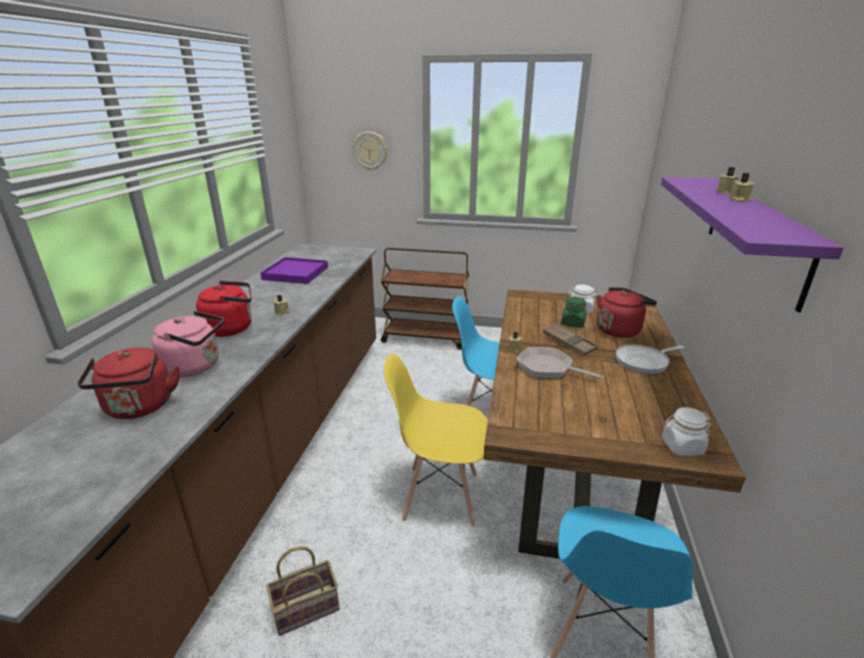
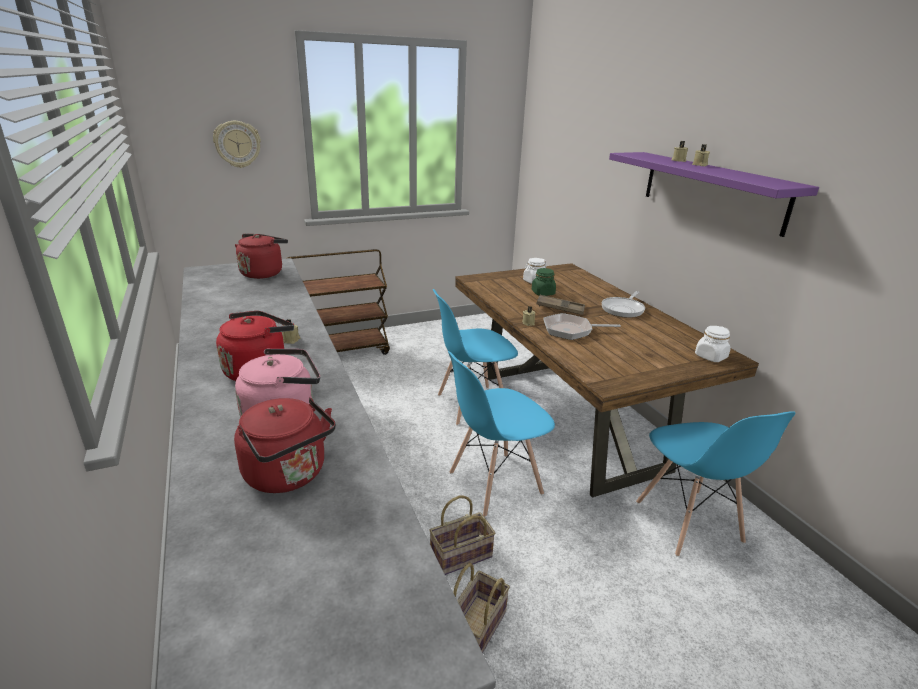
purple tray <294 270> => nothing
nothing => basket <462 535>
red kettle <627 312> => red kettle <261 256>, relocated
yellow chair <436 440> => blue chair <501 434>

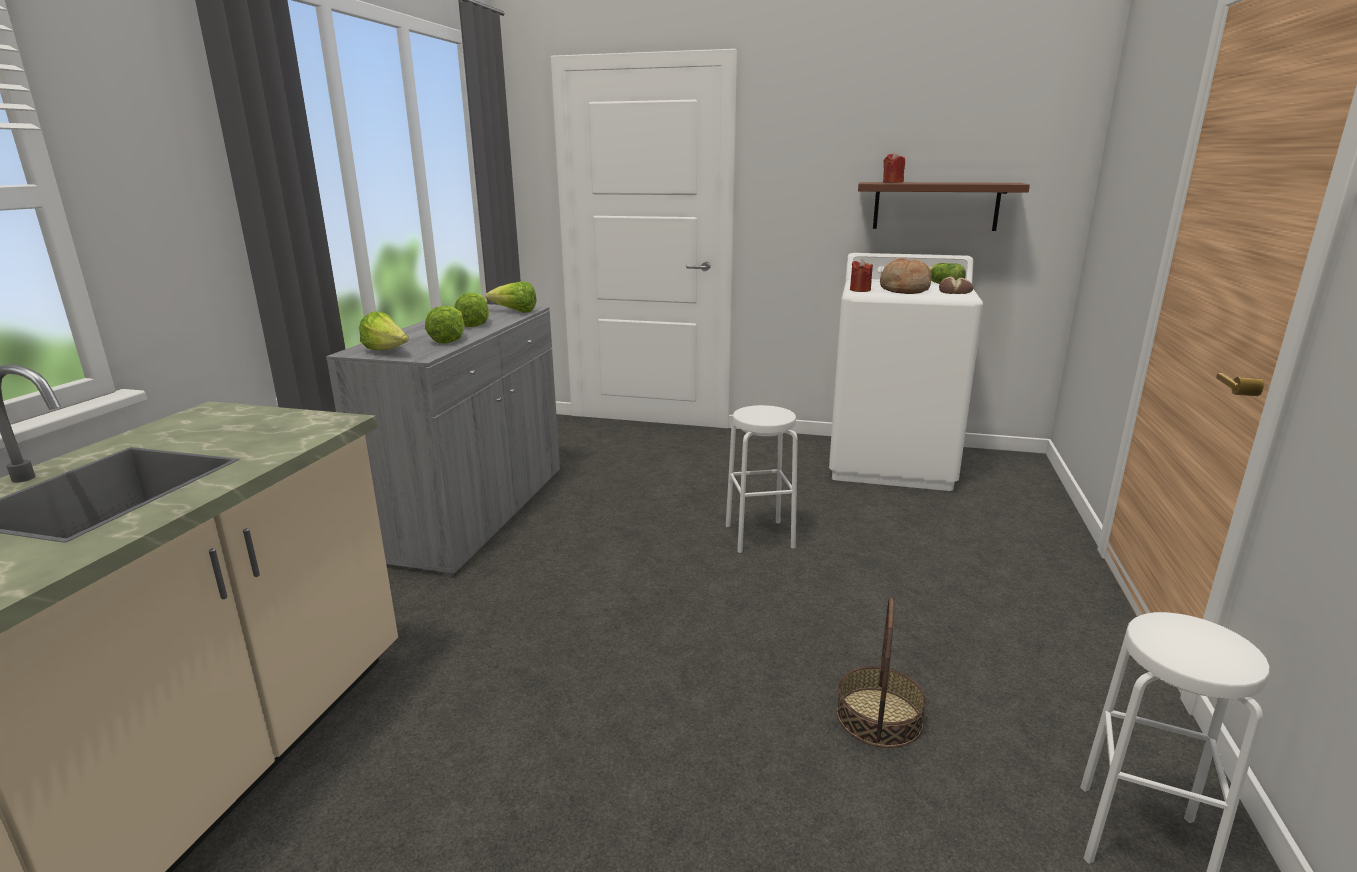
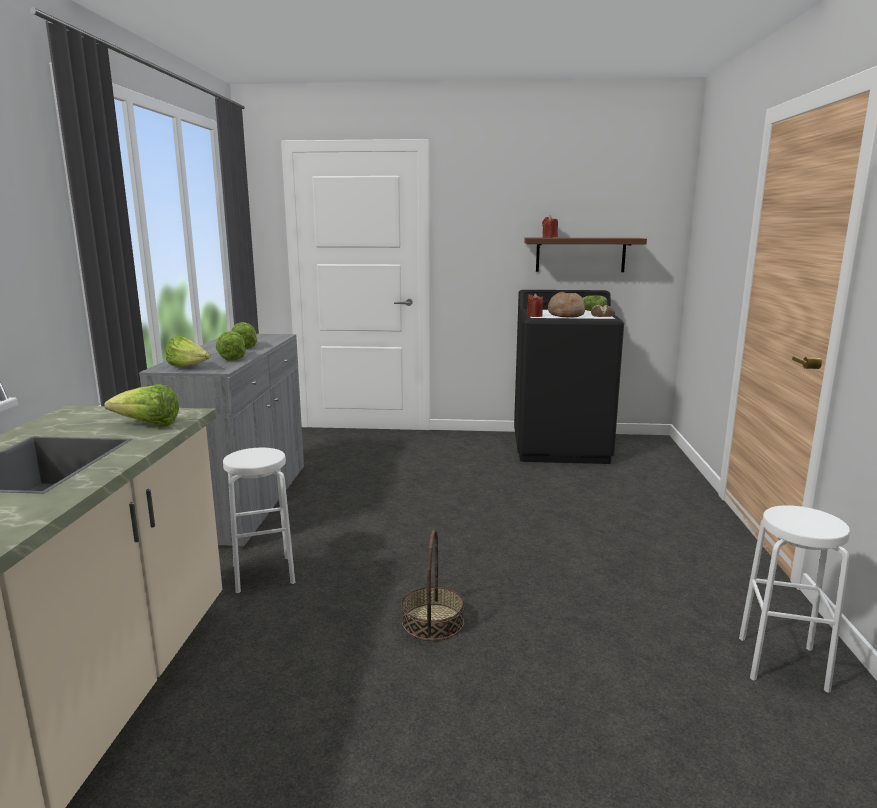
lettuce <511 297> => lettuce <141 405>, relocated
white stool <762 479> => white stool <259 520>, relocated
basket <881 672> => basket <433 585>, relocated
white washing machine <906 372> => black washing machine <569 377>

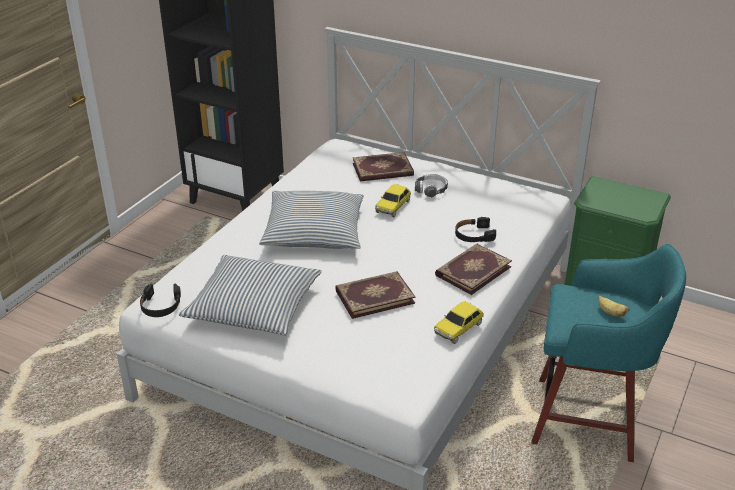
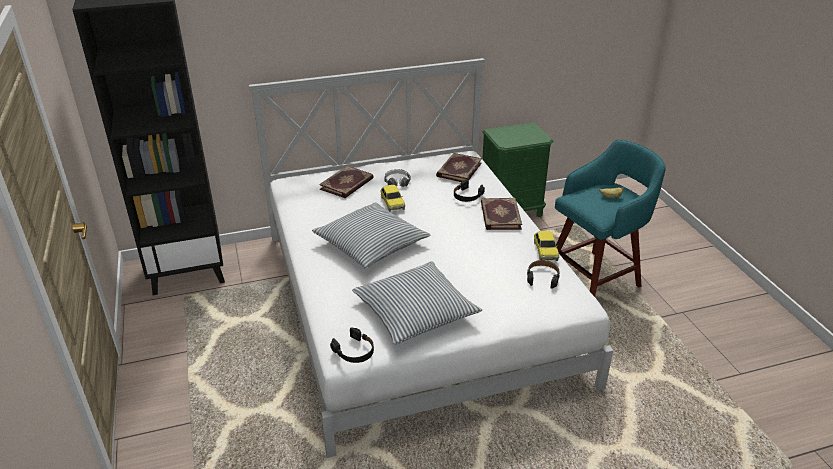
nothing => black headphones <543 274>
book <375 295> => book <459 167>, relocated

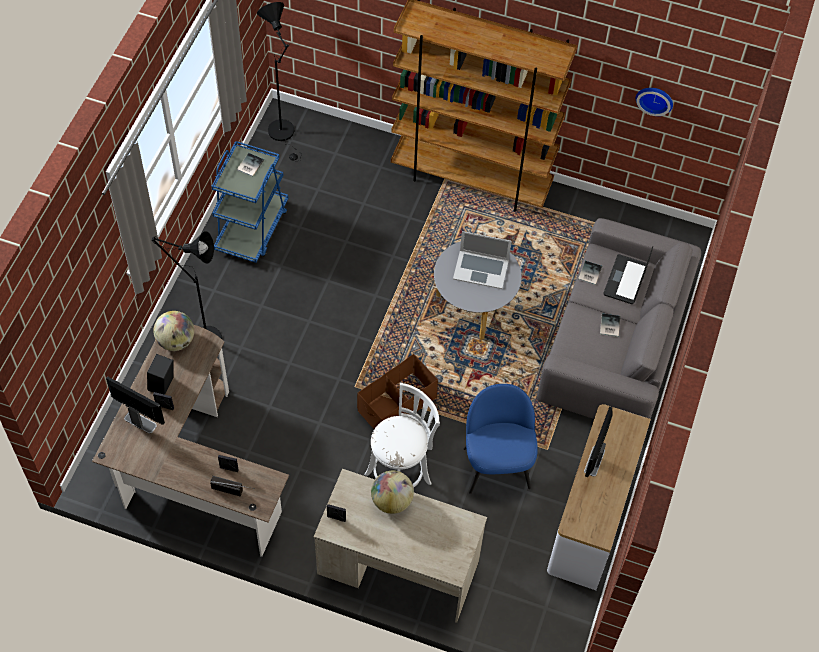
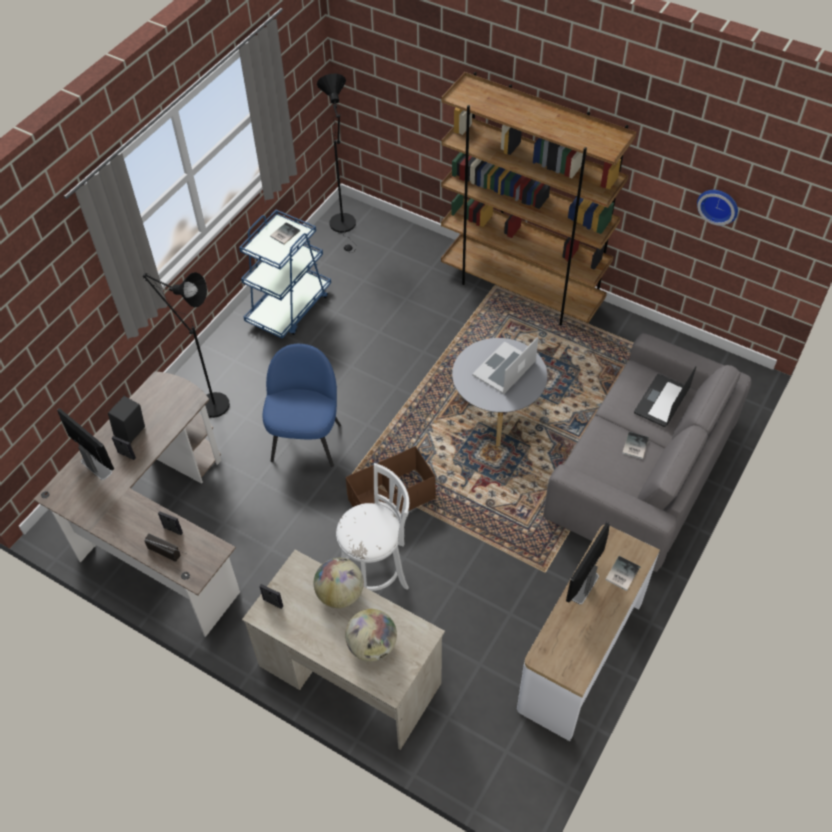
globe <173 331> => globe <371 635>, relocated
blue chair <501 439> => blue chair <302 405>, relocated
book <590 273> => book <622 573>, relocated
laptop <482 260> => laptop <505 365>, 105 degrees clockwise

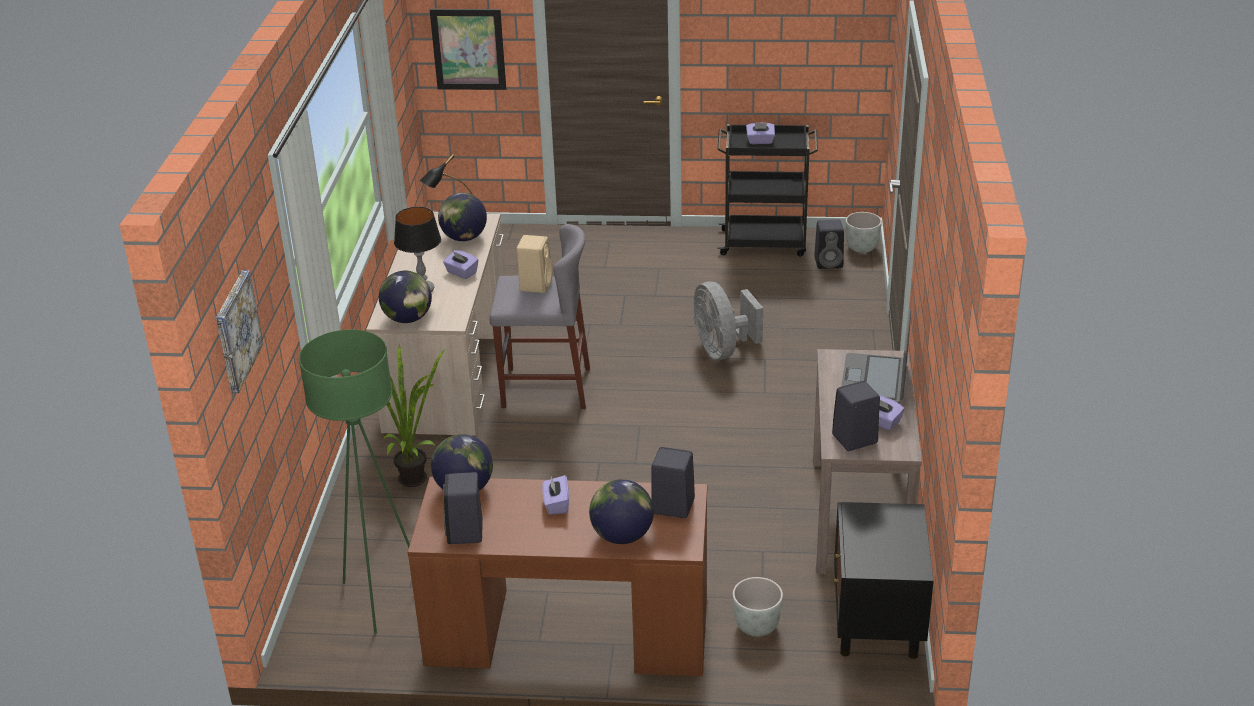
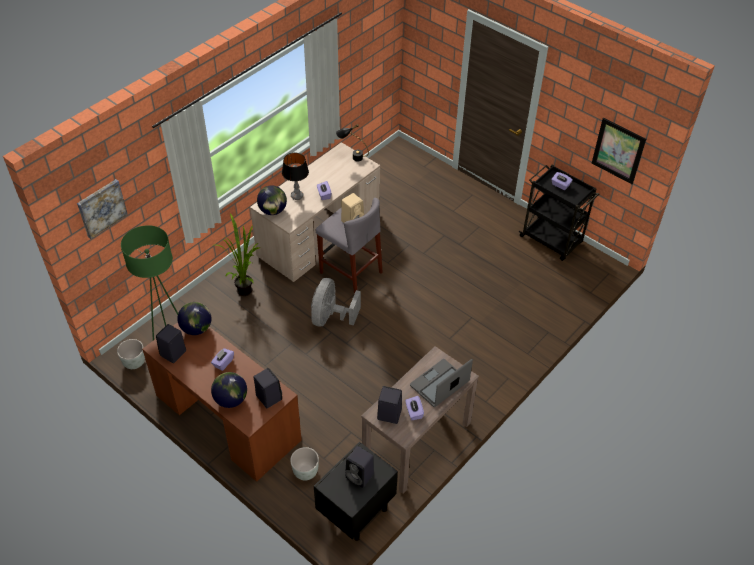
globe <462 217> => nothing
picture <468 49> => picture <619 151>, relocated
grey fan <728 320> => grey fan <336 302>, relocated
black speaker <829 244> => black speaker <359 467>, relocated
grey planter <864 232> => grey planter <131 354>, relocated

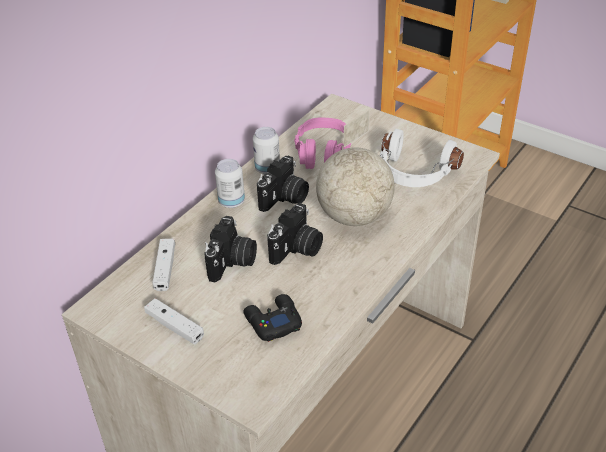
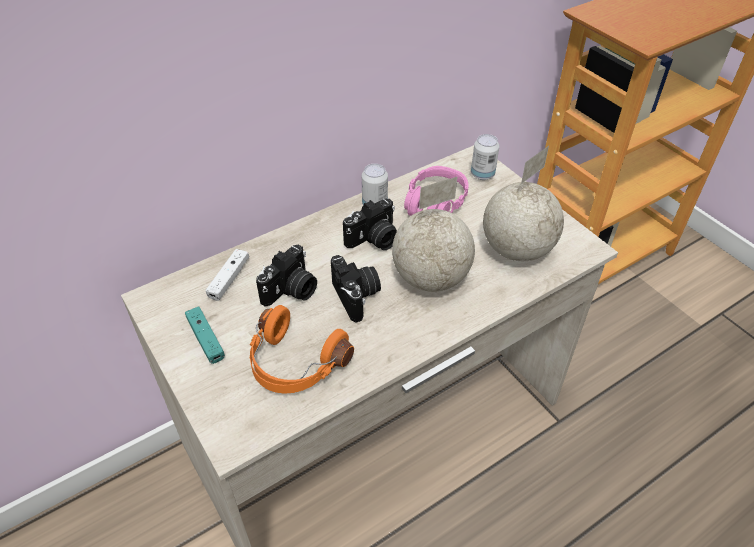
can <230 183> => can <485 157>, relocated
black game controller <272 318> => orange headphones <302 349>
white headphones <422 158> => globe <523 203>
white game controller <174 321> => turquoise game controller <205 335>
photo camera <295 234> => photo camera <356 288>, 75 degrees counterclockwise

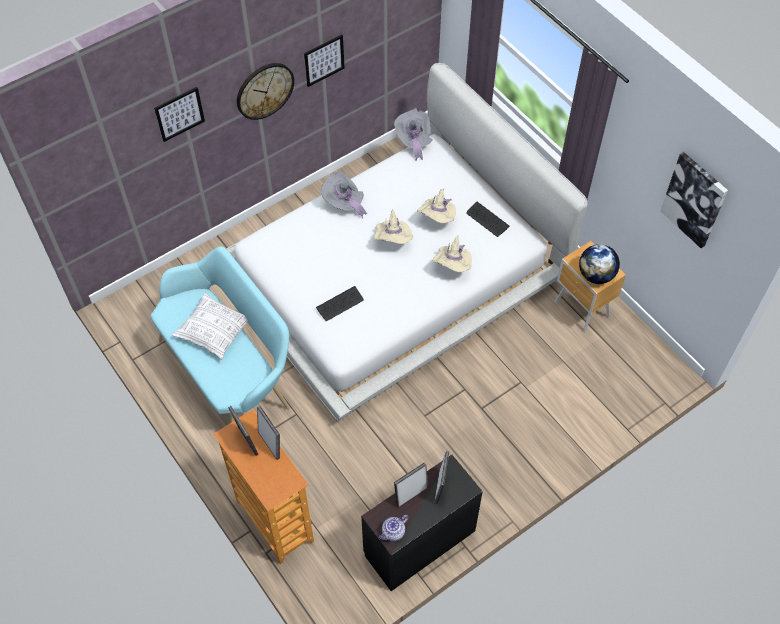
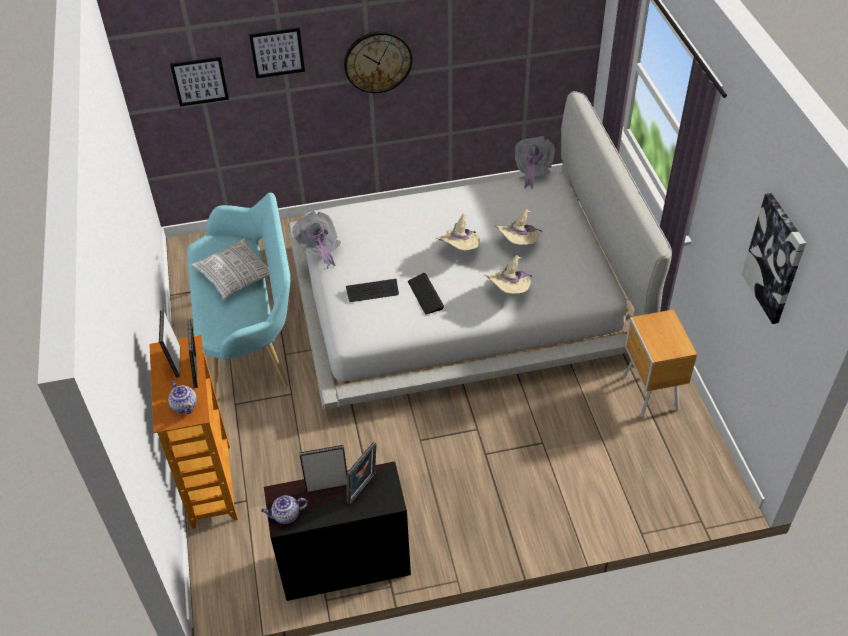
globe <599 264> => nothing
nothing => teapot <182 397>
picture <324 60> => picture <199 82>, relocated
grey hat <344 195> => grey hat <316 240>, relocated
keyboard <487 219> => keyboard <426 293>, relocated

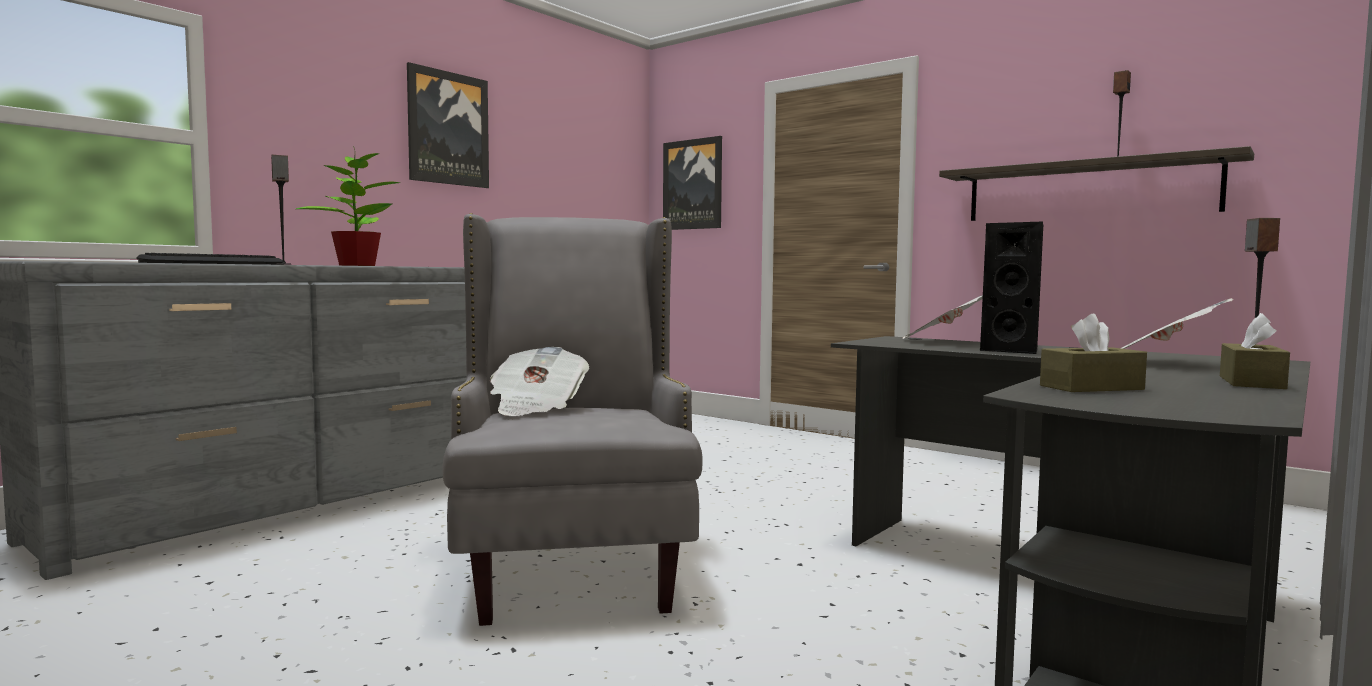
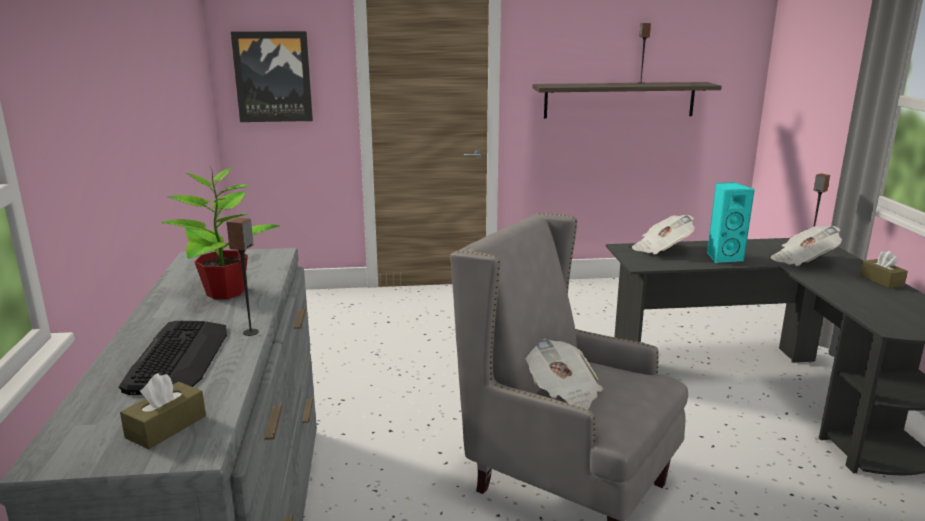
picture <448 125> => nothing
brown tissue box <1093 352> => brown tissue box <163 411>, relocated
black speaker <1011 288> => turquoise speaker <731 222>

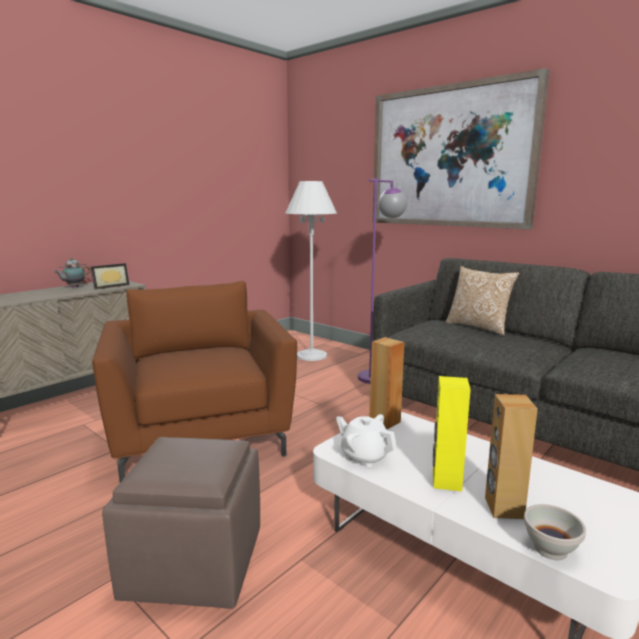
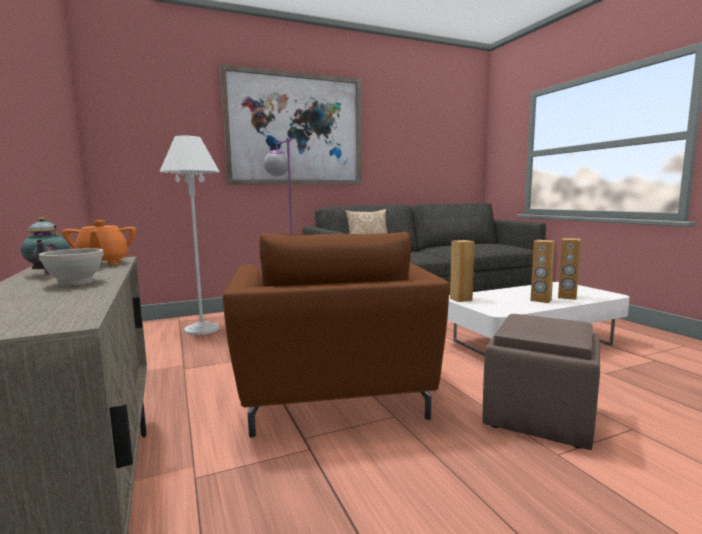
white teapot <366 440> => nothing
white bowl <555 532> => white bowl <71 267>, relocated
picture frame <110 276> => orange teapot <99 242>
yellow speaker <452 433> => brown speaker <542 271>
brown armchair <194 382> => brown armchair <336 335>, 105 degrees counterclockwise

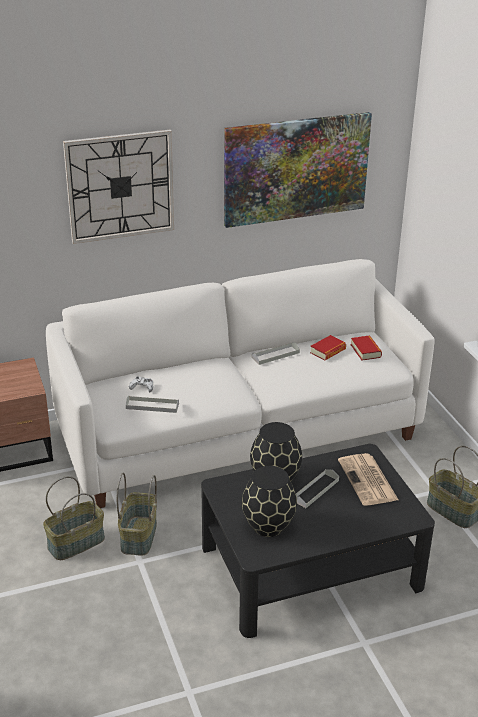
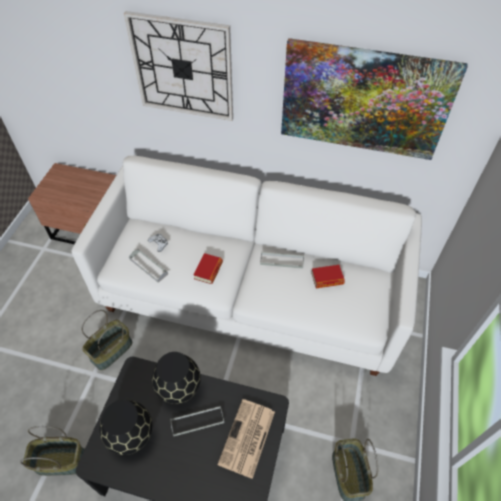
basket <74 518> => basket <52 451>, relocated
book <366 348> => book <208 268>, relocated

